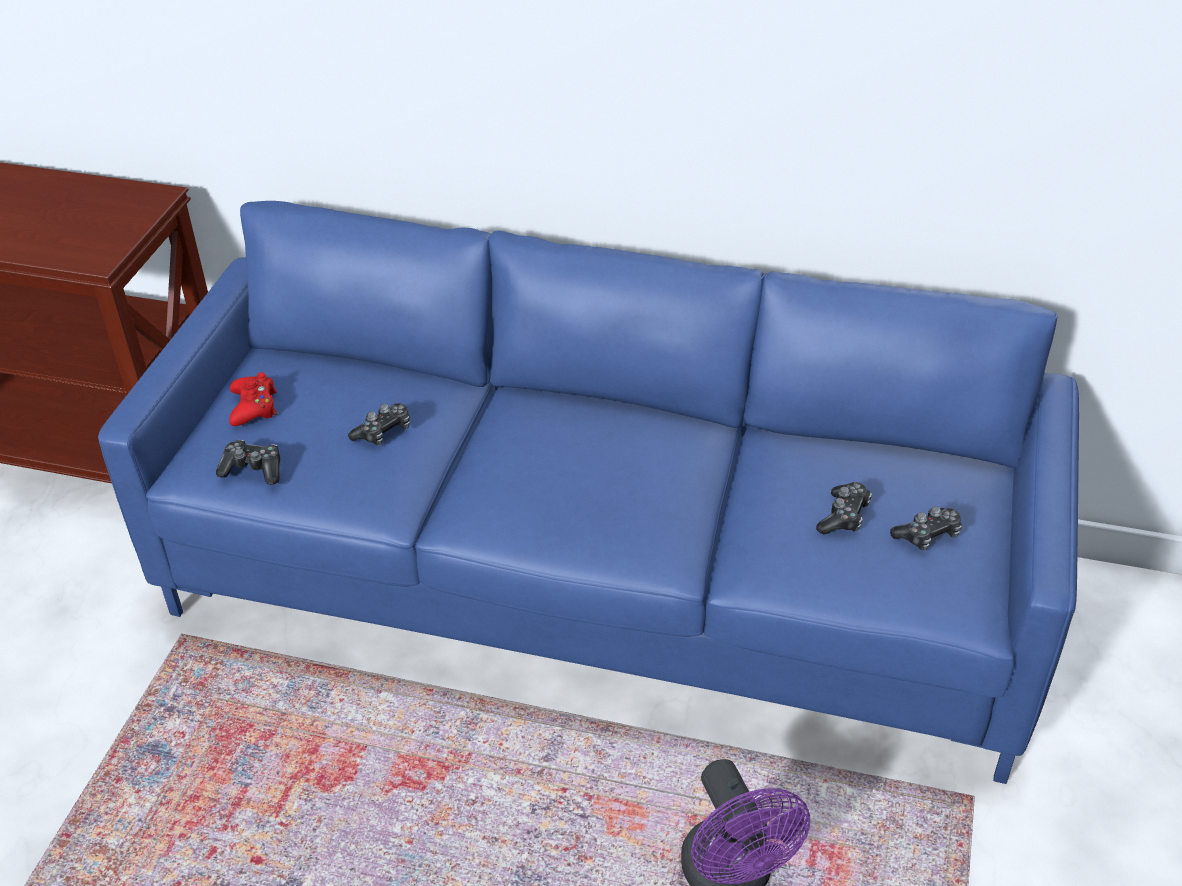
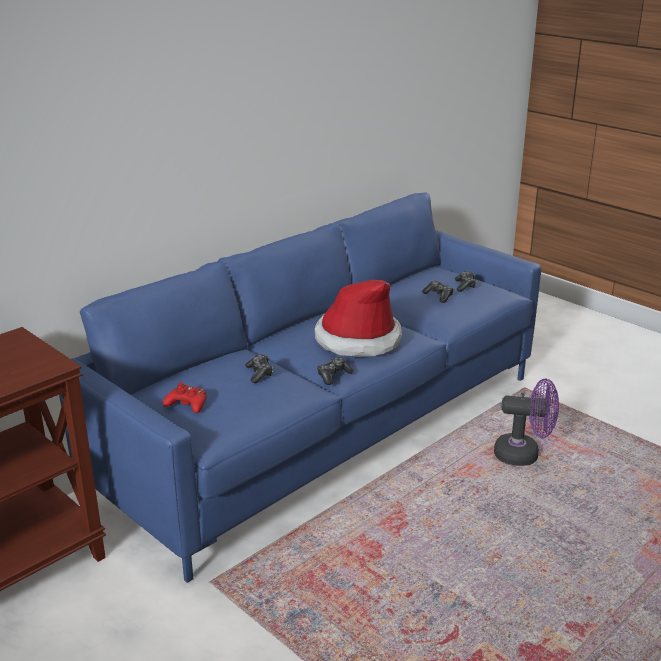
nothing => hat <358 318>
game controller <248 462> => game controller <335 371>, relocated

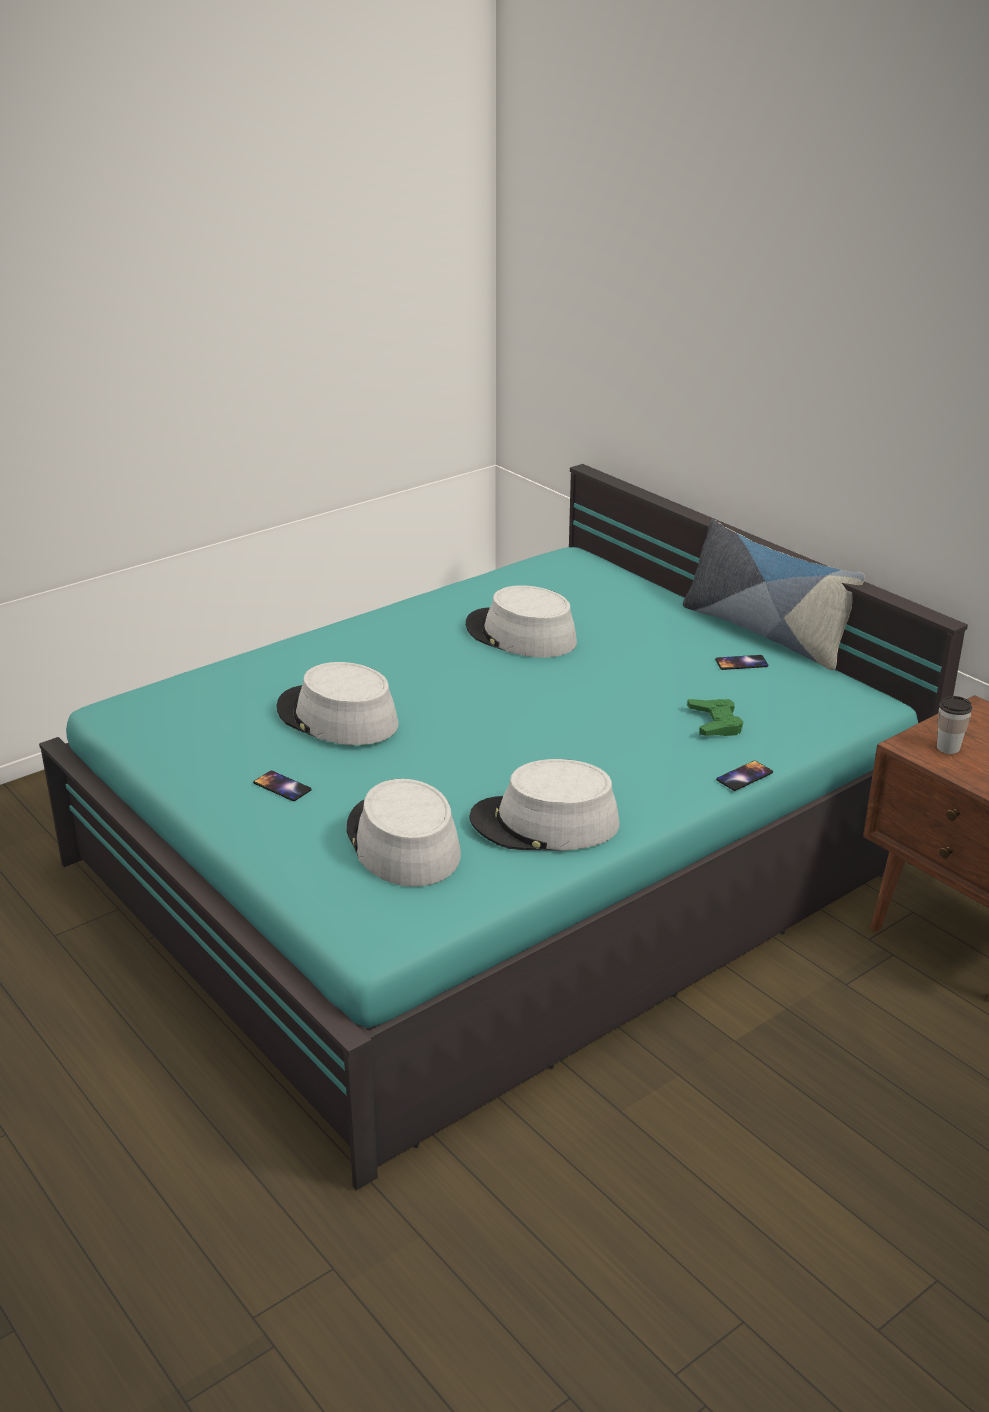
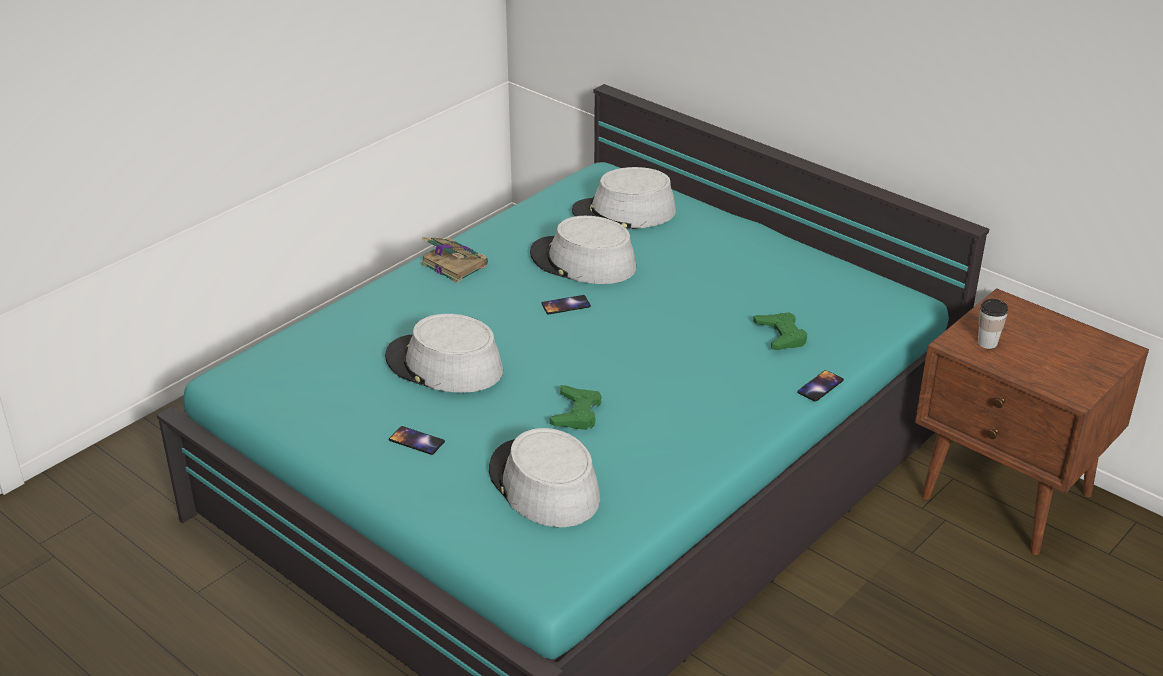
pillow <774 594> => nothing
nothing => book <454 260>
nothing => green game controller <576 407>
grey hat <544 805> => grey hat <624 198>, relocated
phone <741 662> => phone <566 305>, relocated

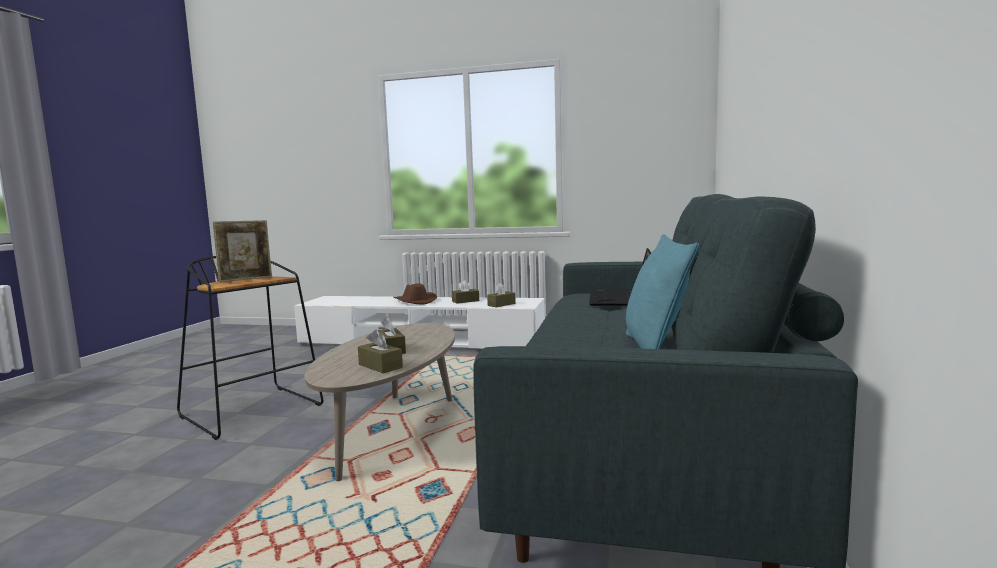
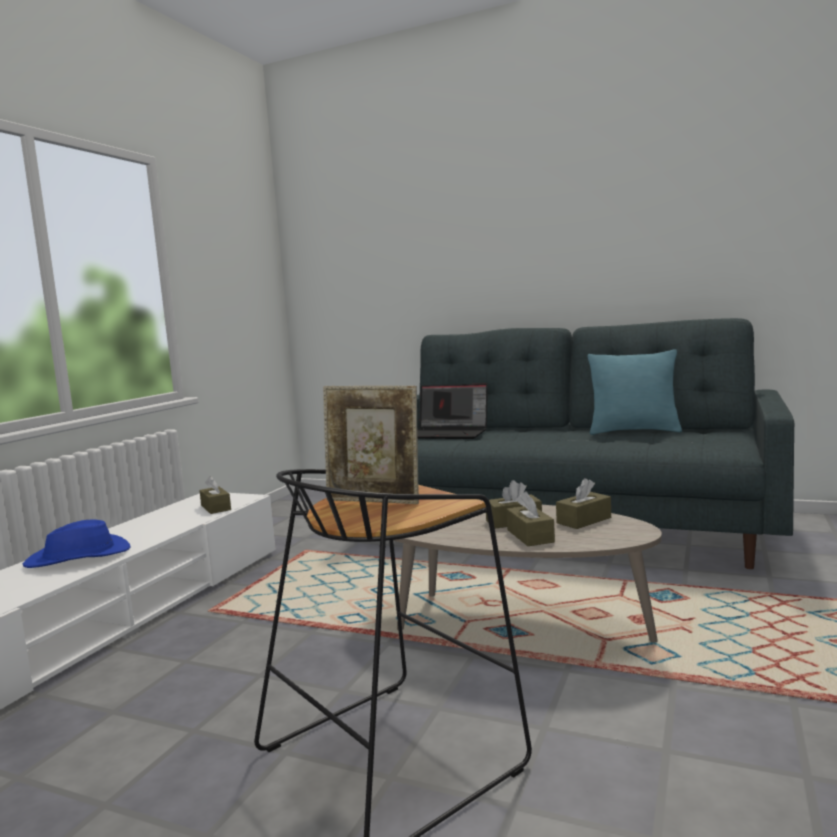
brown tissue box <465 292> => brown tissue box <530 519>, relocated
brown hat <415 293> => blue hat <77 543>
picture frame <242 251> => picture frame <371 445>, 135 degrees clockwise

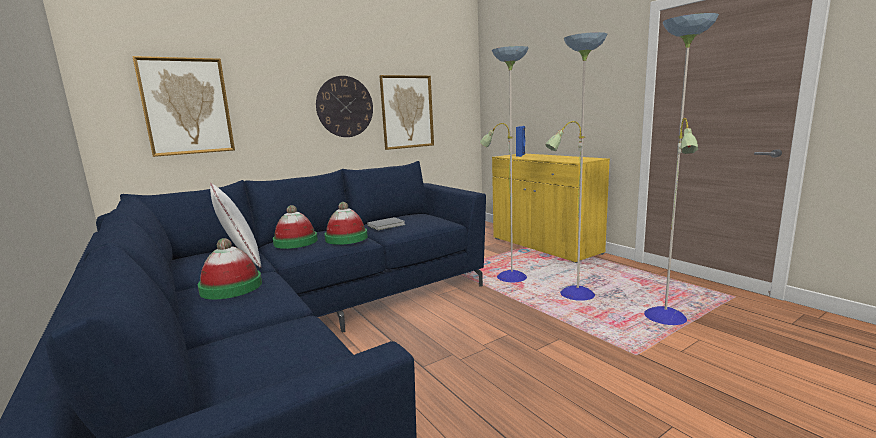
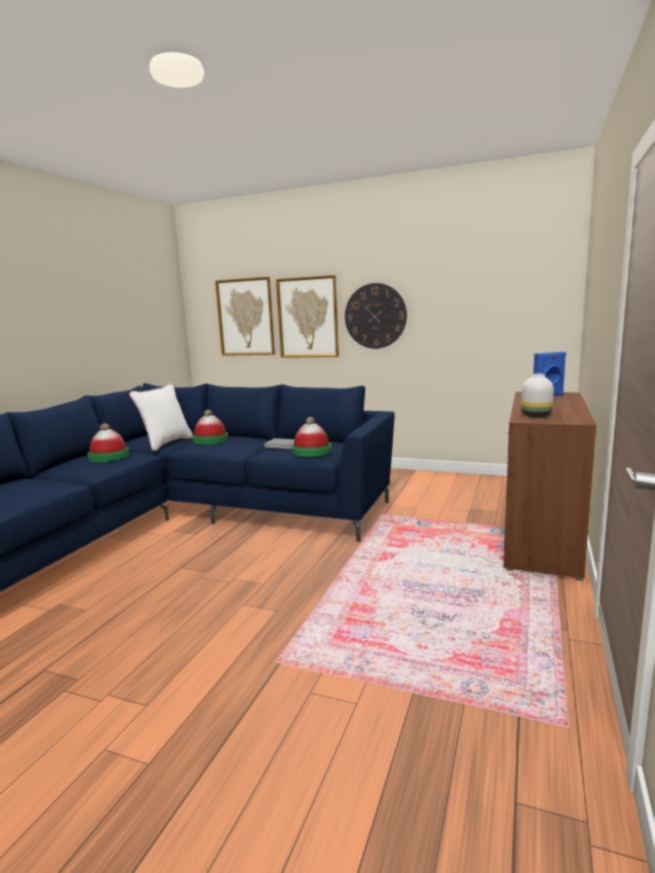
floor lamp <599 169> => nothing
nothing => white vase <537 395>
hat <346 223> => hat <311 437>, relocated
picture <406 112> => picture <307 316>, relocated
yellow cabinet <551 208> => brown cabinet <550 486>

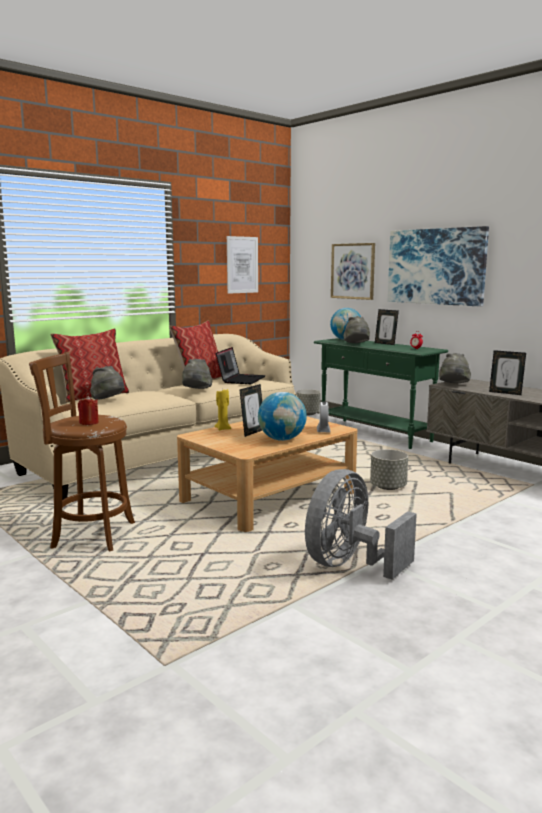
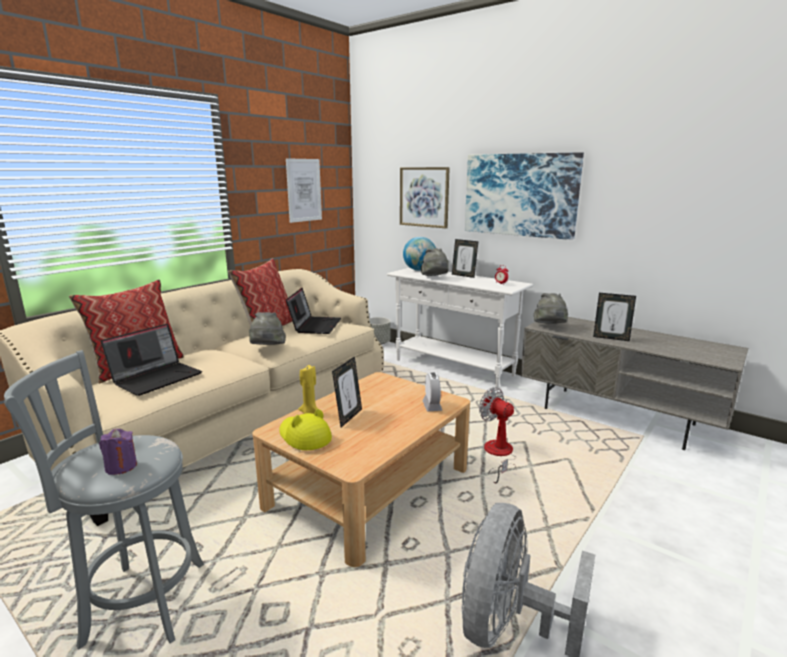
globe <282 416> => nothing
nothing => yellow hat <305 429>
grey hat <107 383> => laptop <151 360>
grey planter <389 469> => fan <497 435>
brown stool <82 451> => grey stool <104 499>
red candle <88 410> => purple candle <118 452>
green console table <381 393> => white console table <460 328>

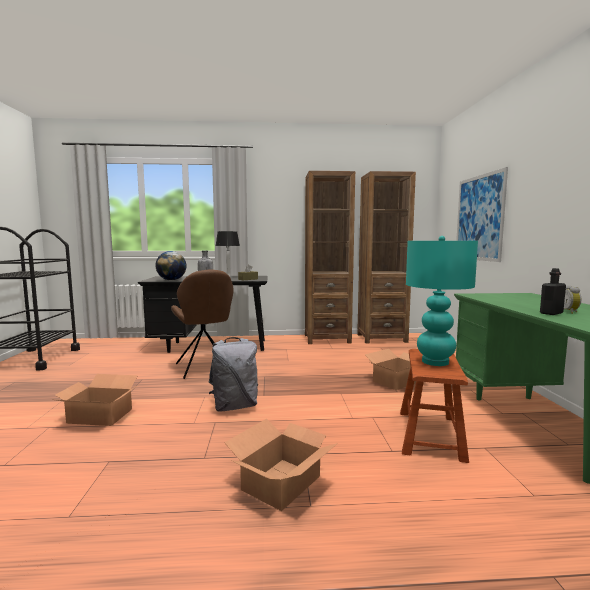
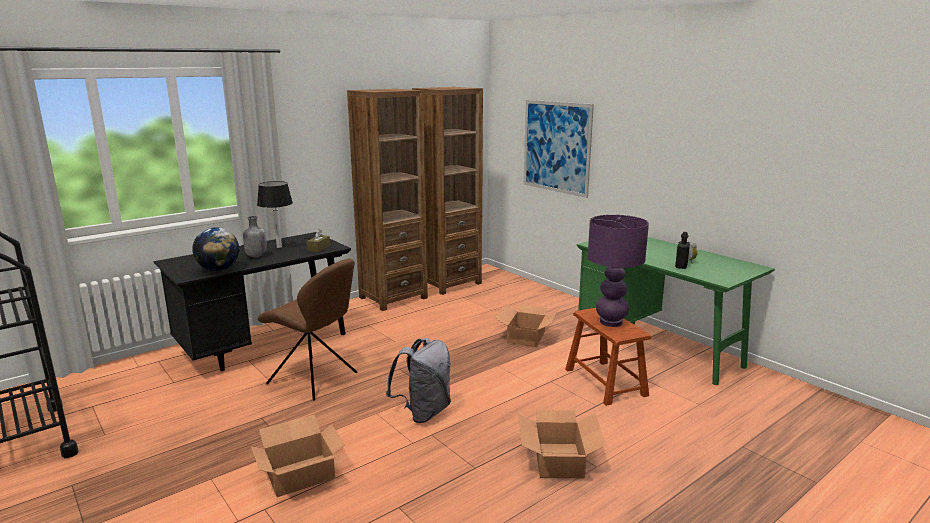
turquoise table lamp <442 301> => purple table lamp <618 271>

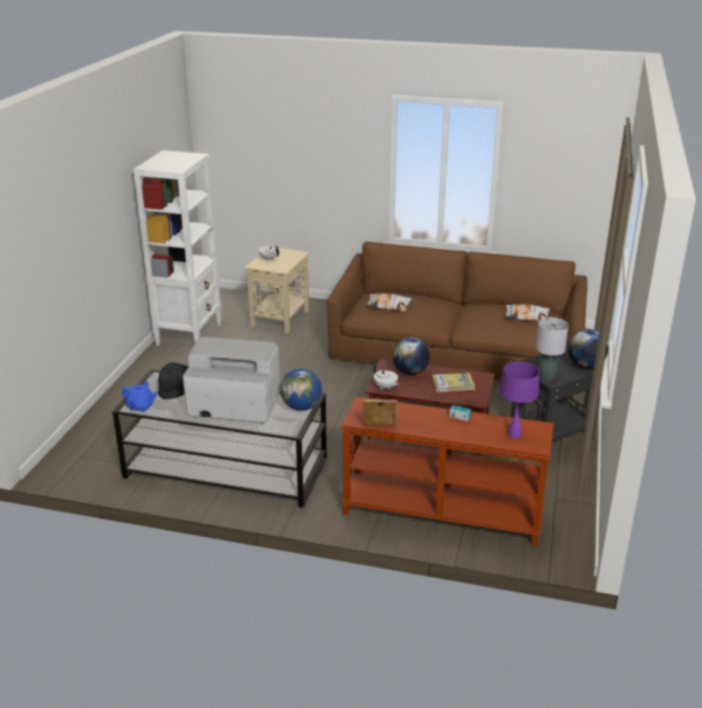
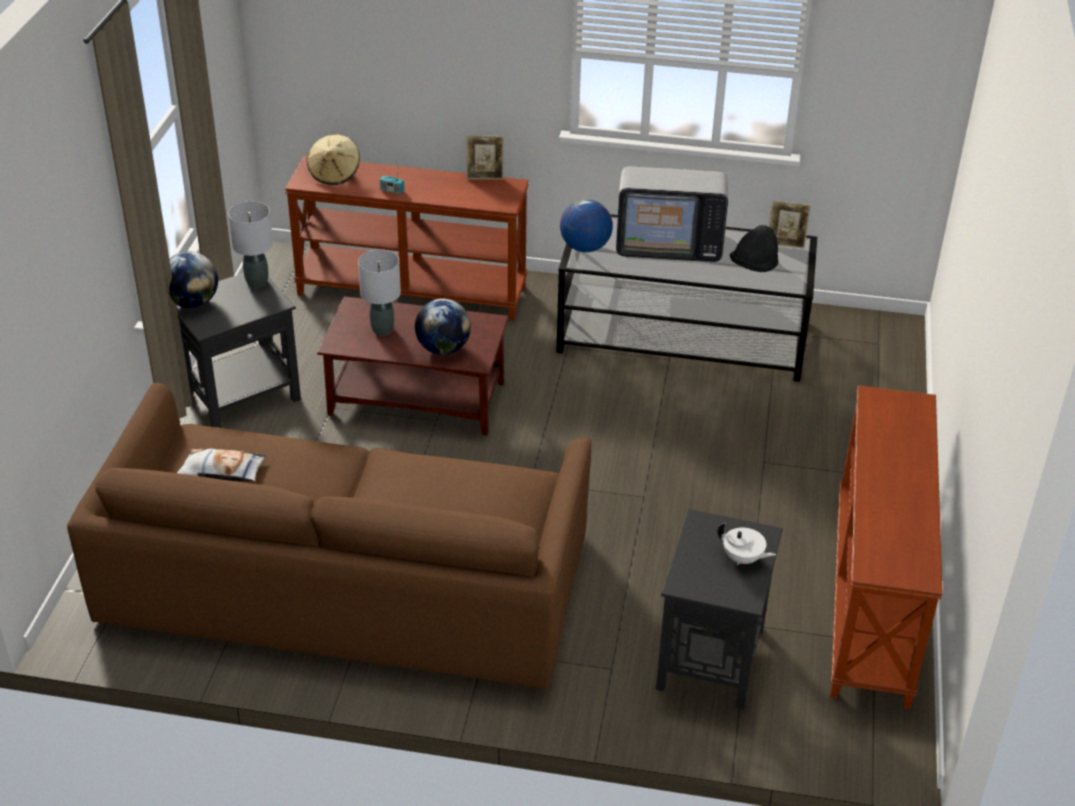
pillow <389 302> => nothing
white teapot <386 377> => nothing
blue teapot <140 396> => picture frame <790 224>
white bookcase <177 248> => brown console table <886 547>
book <453 382> => grey table lamp <379 292>
purple table lamp <519 400> => beige hat <333 159>
beige side table <277 290> => black side table <719 609>

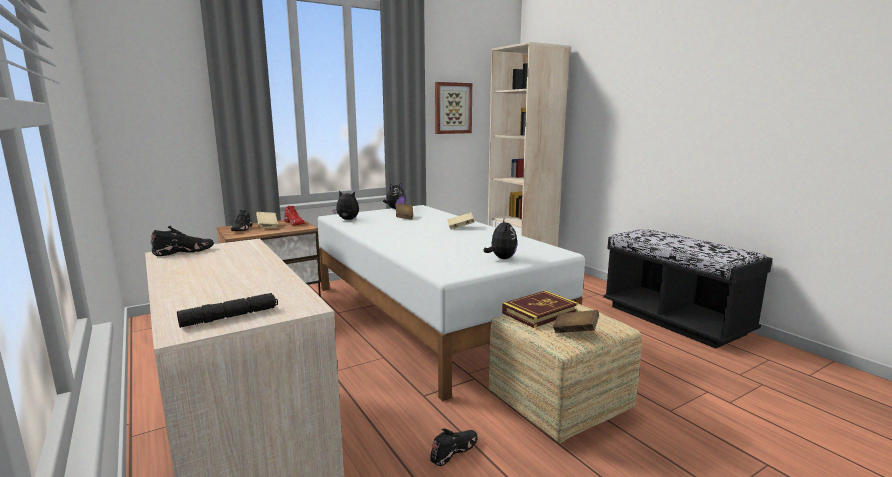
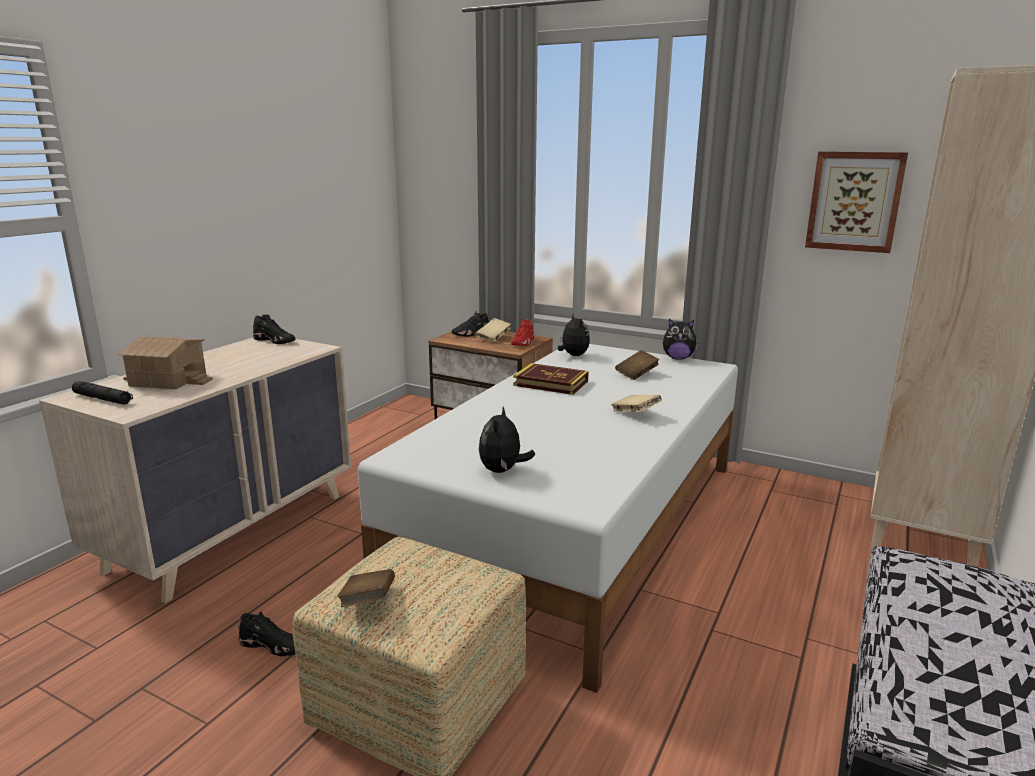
nothing => toy house <165 363>
book <540 309> => book <551 379>, relocated
plush toy <500 238> => plush toy <507 440>, 135 degrees clockwise

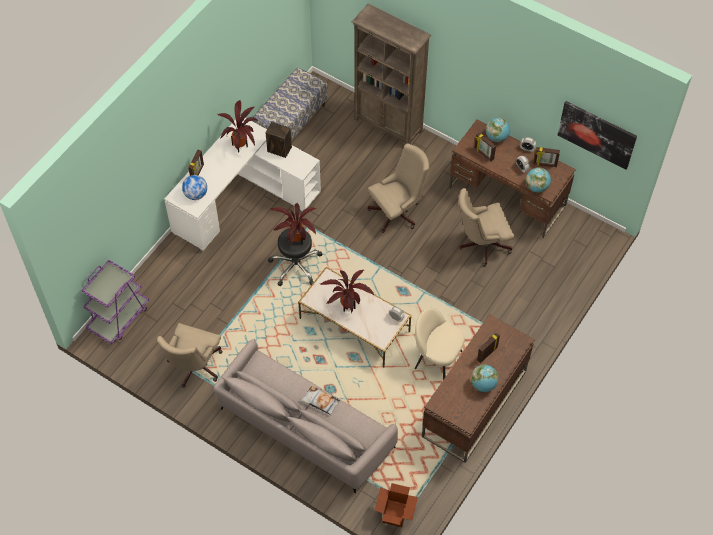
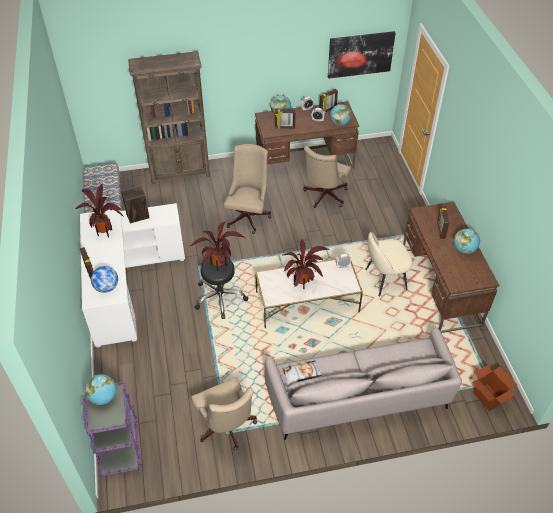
nothing => globe <100 389>
pillow <320 400> => pillow <302 372>, relocated

